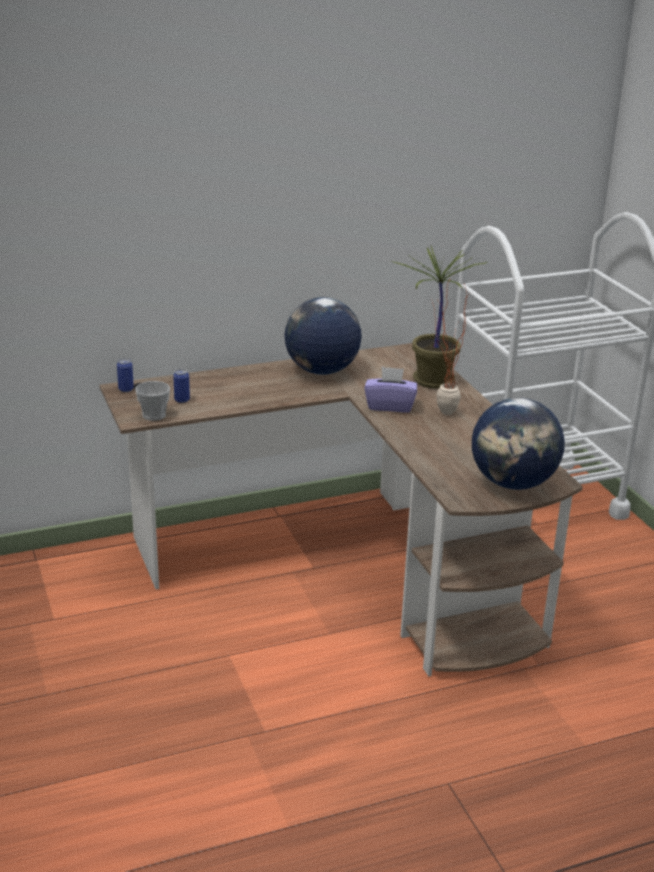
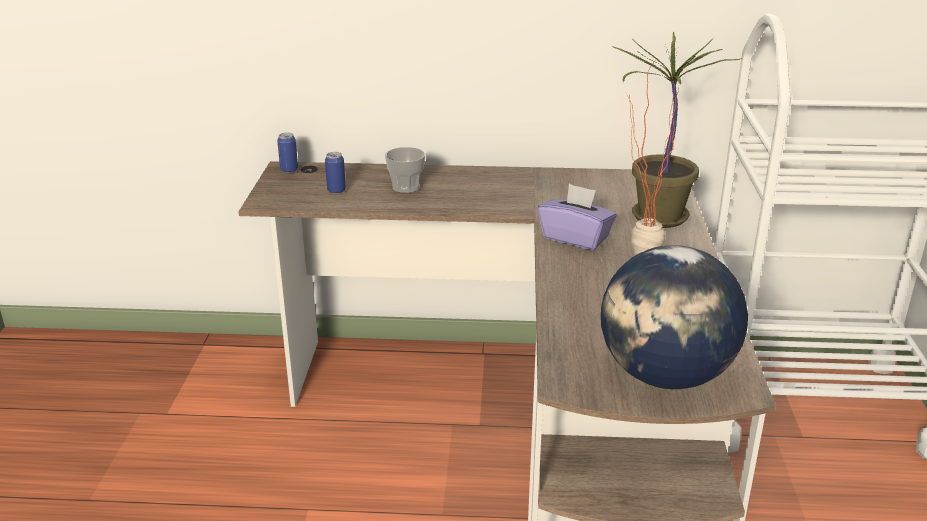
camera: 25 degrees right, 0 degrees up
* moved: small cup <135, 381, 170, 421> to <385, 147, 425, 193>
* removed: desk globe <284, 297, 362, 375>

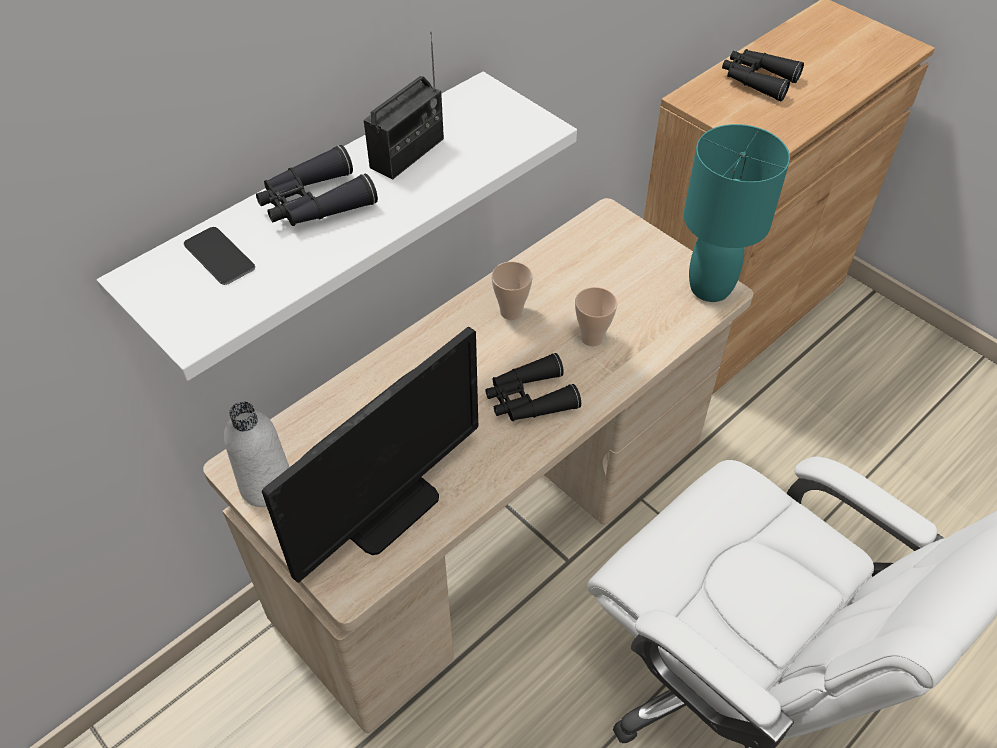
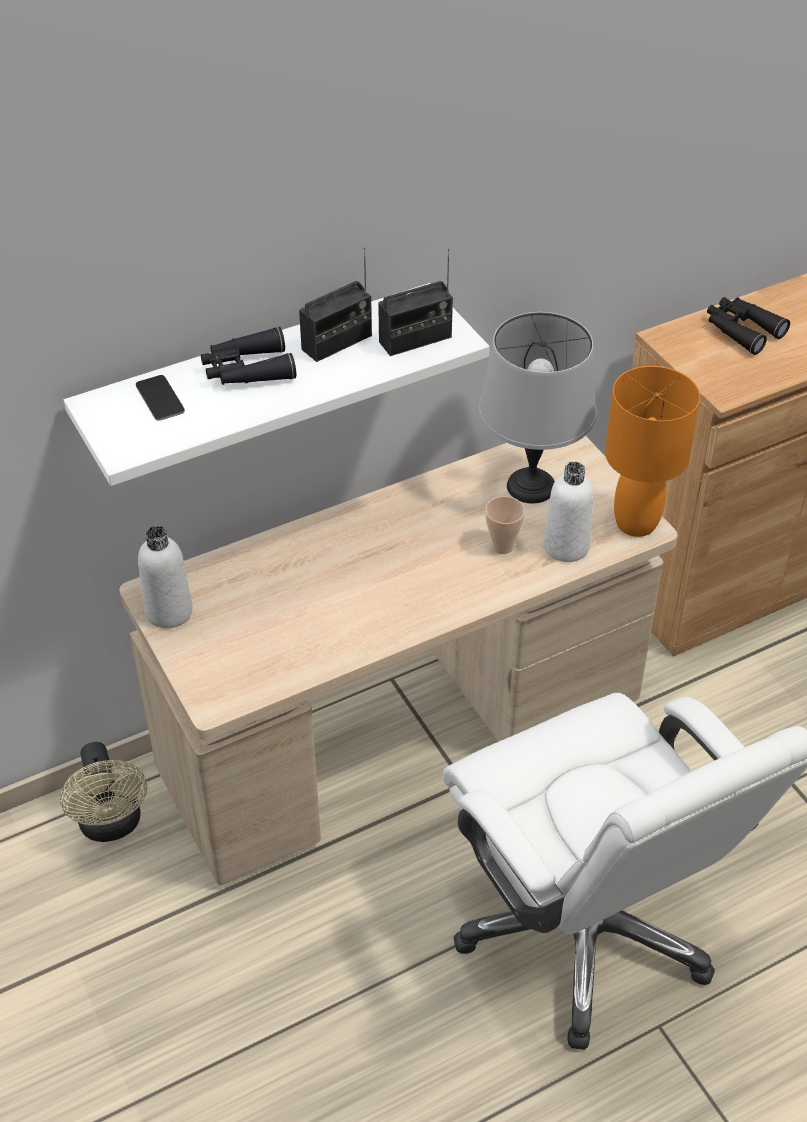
camera: 15 degrees right, 5 degrees down
* removed: computer screen <262, 327, 478, 583>
* removed: black pair of binoculars <485, 353, 581, 421>
* removed: small cup <491, 261, 533, 320>
* recoloured: blue-green tabletop lamp <684, 124, 790, 302> to orangey tabletop lamp <605, 366, 700, 537>
* added: beige electric fan <60, 742, 147, 842>
* added: radio receiver <378, 249, 453, 356>
* added: gray tabletop lamp <479, 312, 596, 504>
* added: whitish drink bottle <544, 462, 594, 562>

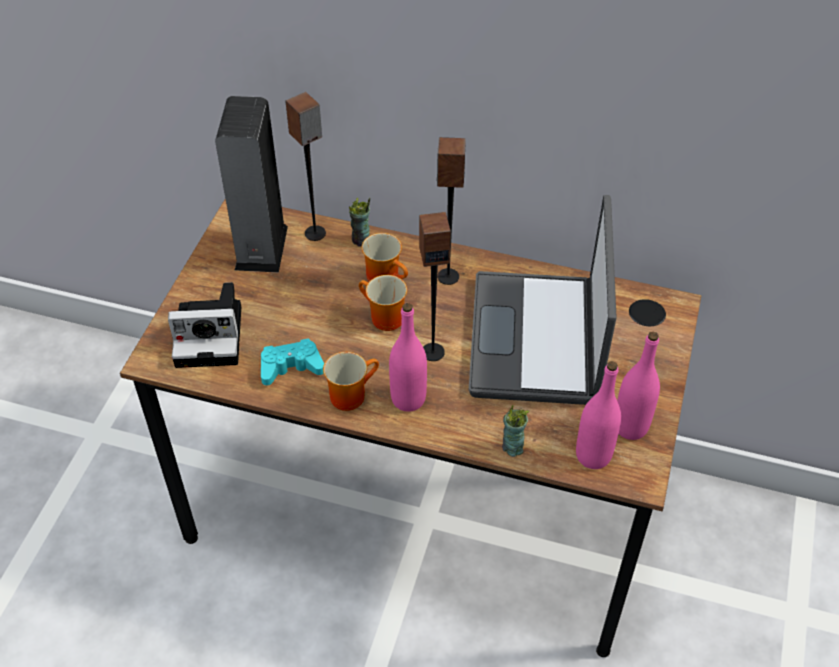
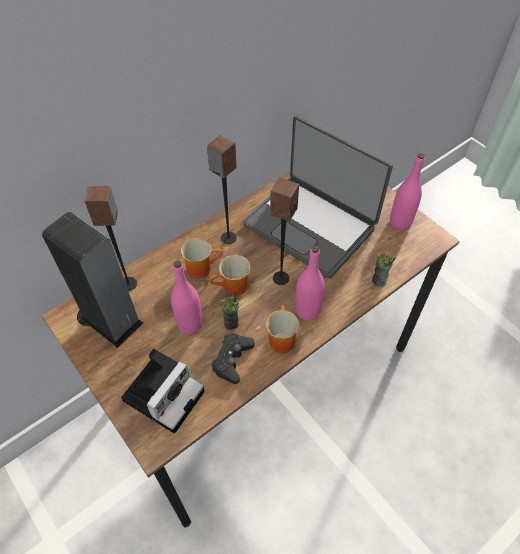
camera: 55 degrees left, 5 degrees up
* recoloured: blue-green gamepad <261, 338, 324, 385> to black gamepad <212, 333, 255, 384>
* moved: small cup <349, 197, 370, 246> to <221, 291, 239, 330>
* moved: pink drink bottle <576, 361, 621, 469> to <171, 260, 203, 334>

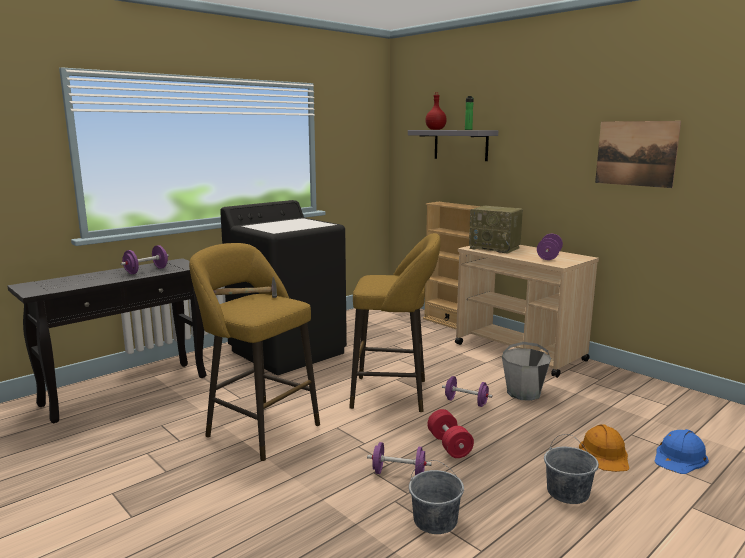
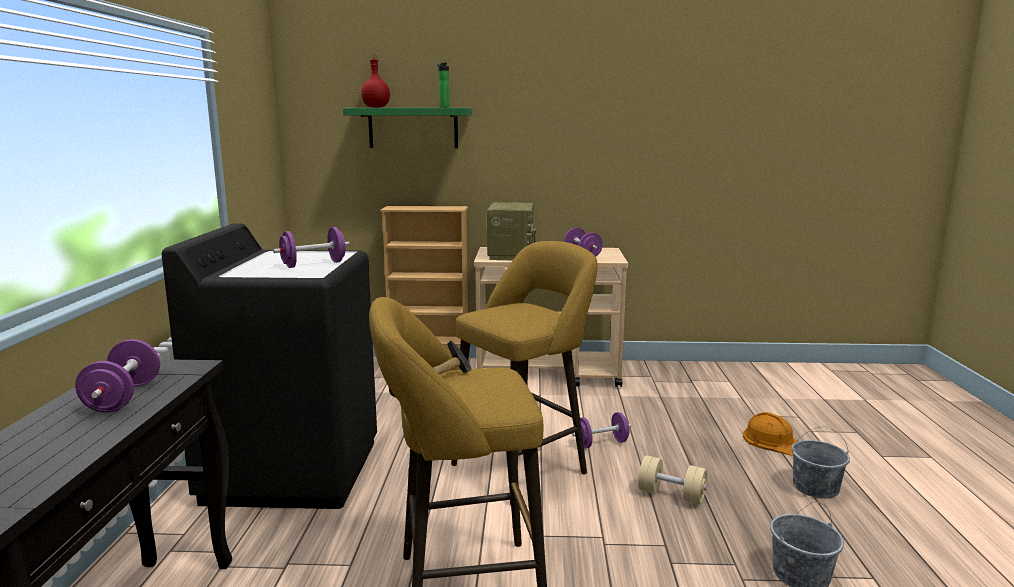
camera: 45 degrees left, 0 degrees up
* moved: purple-coloured free weight <367, 442, 432, 475> to <273, 227, 350, 268>
* recoloured: gray bracket shelf <408, 130, 498, 161> to green-coloured bracket shelf <343, 108, 472, 148>
* recoloured: red free weight <427, 409, 474, 458> to beige free weight <638, 455, 707, 505>
* turned: radio receiver <469, 206, 523, 254> = <487, 202, 536, 260> 75 degrees counterclockwise
* removed: gray bucket <502, 342, 551, 401>
* removed: picture <595, 121, 681, 188>
* removed: blue work helmet <655, 429, 709, 474>

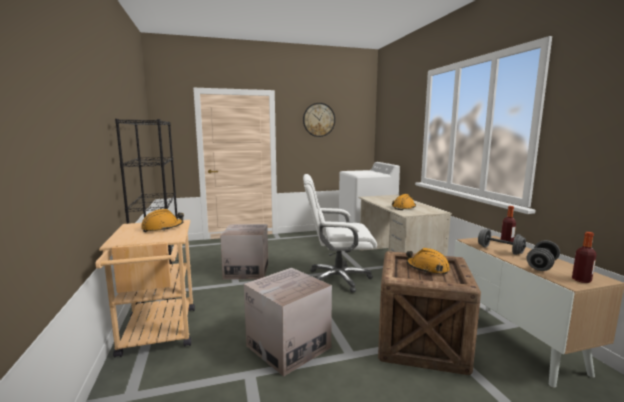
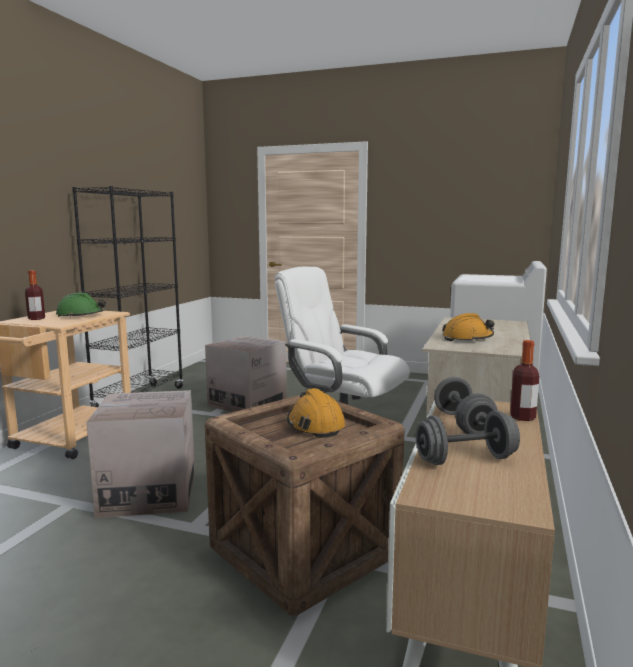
camera: 35 degrees right, 0 degrees up
* recoloured: orangey work helmet <141, 209, 184, 232> to green-coloured work helmet <56, 293, 106, 317>
* removed: clock on the wall <303, 103, 335, 137>
* moved: drink bottle <572, 232, 597, 283> to <25, 270, 45, 320>

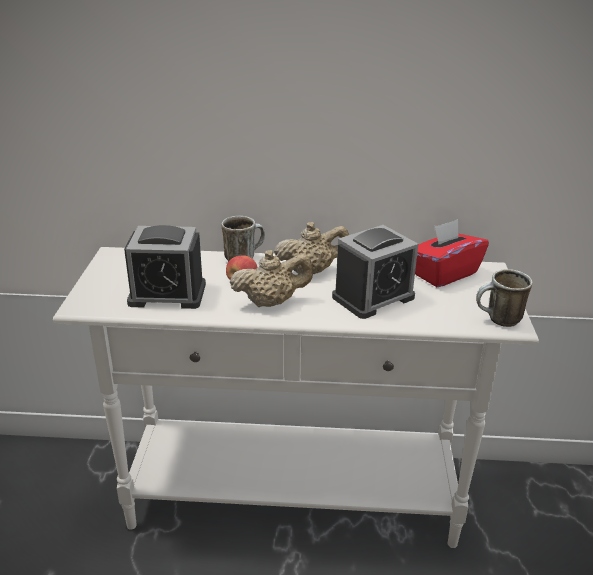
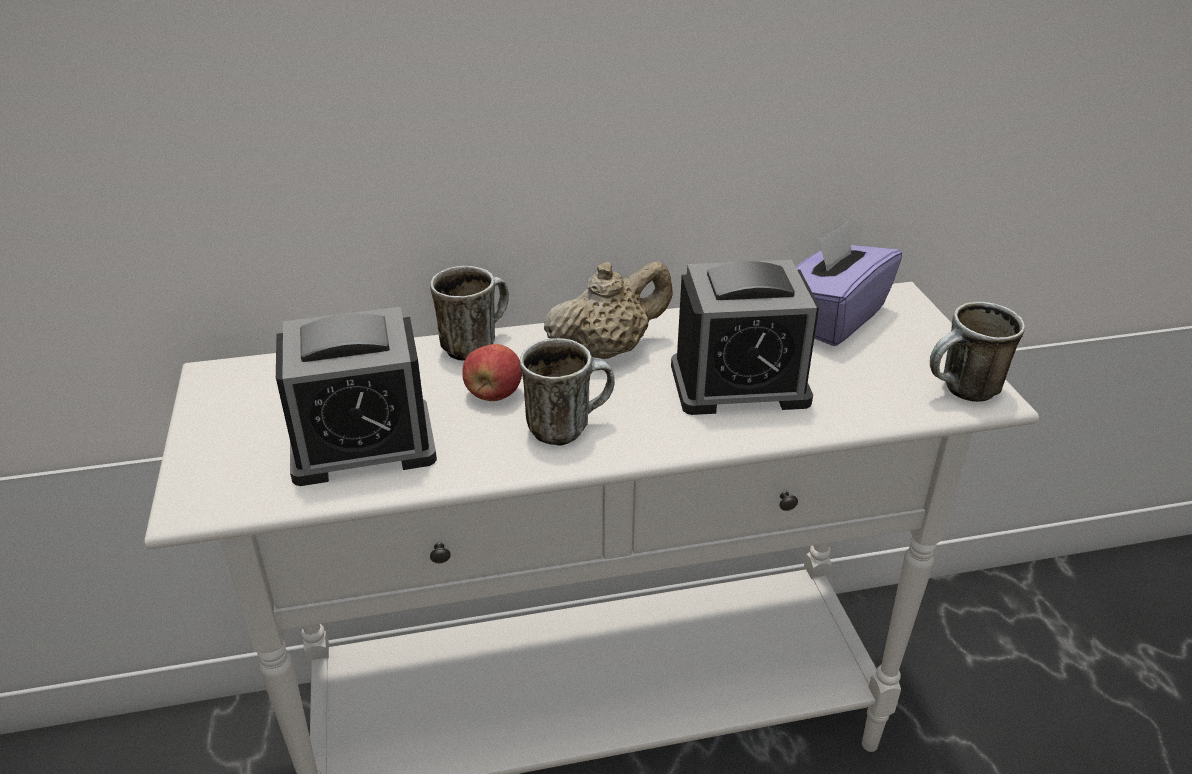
camera: 15 degrees left, 5 degrees up
* replaced: beige pot for tea <230, 250, 313, 307> to coffee mug <520, 338, 615, 445>
* turned: table clock <332, 225, 418, 319> = <671, 260, 819, 415> 45 degrees clockwise
* recoloured: red tissue box <415, 219, 489, 287> to purple-coloured tissue box <796, 221, 902, 346>

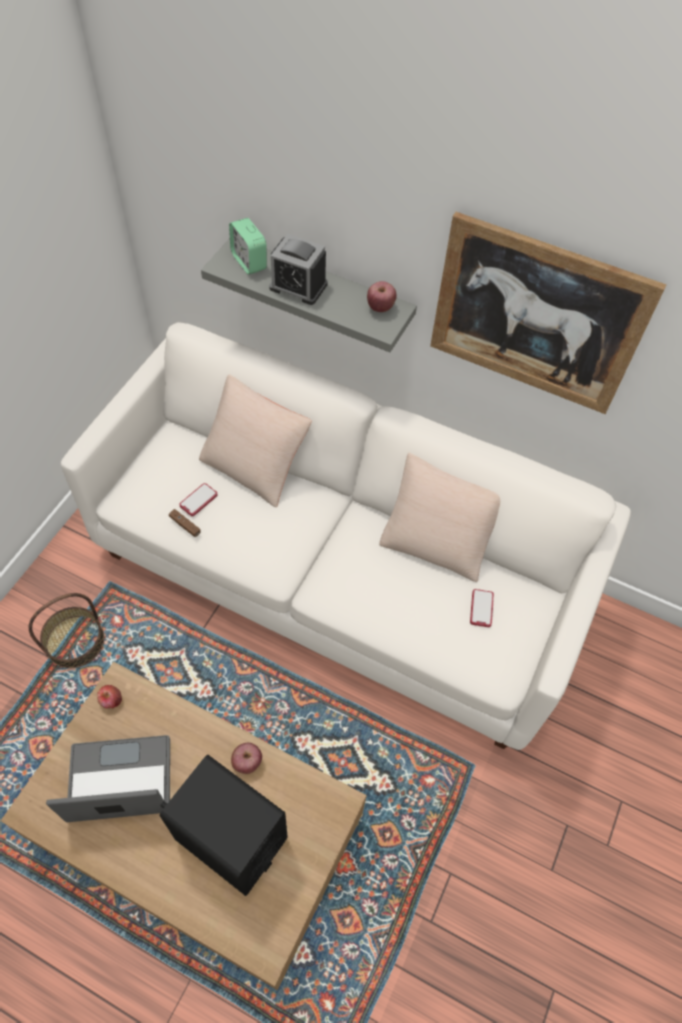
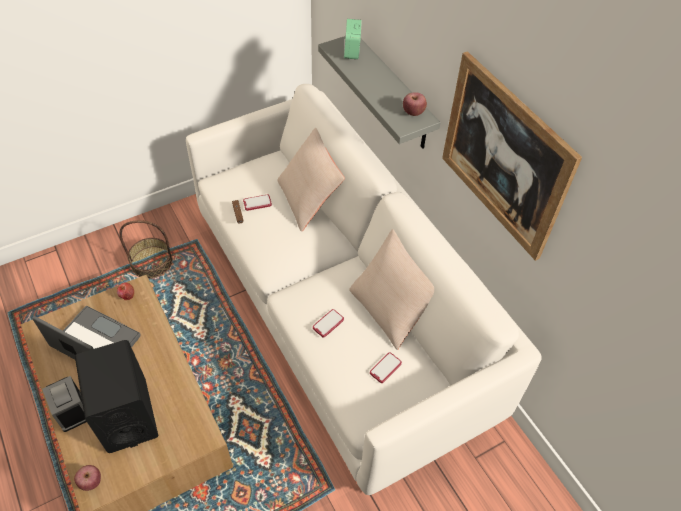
camera: 35 degrees right, 5 degrees down
* moved: apple <231, 743, 262, 774> to <74, 465, 101, 491>
* moved: table clock <269, 234, 327, 305> to <42, 376, 87, 432>
* added: phone <313, 309, 344, 337>

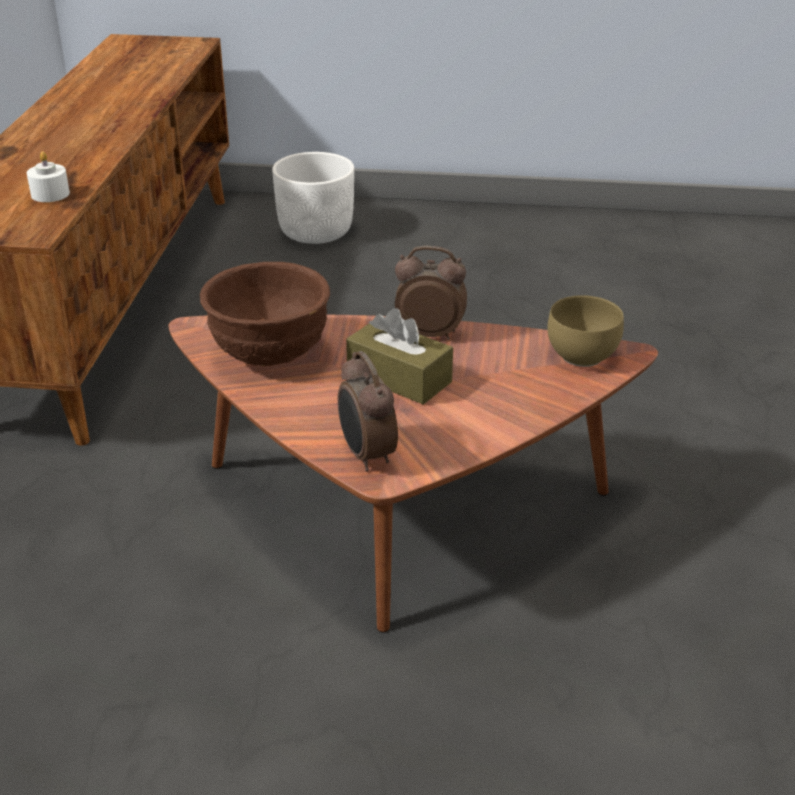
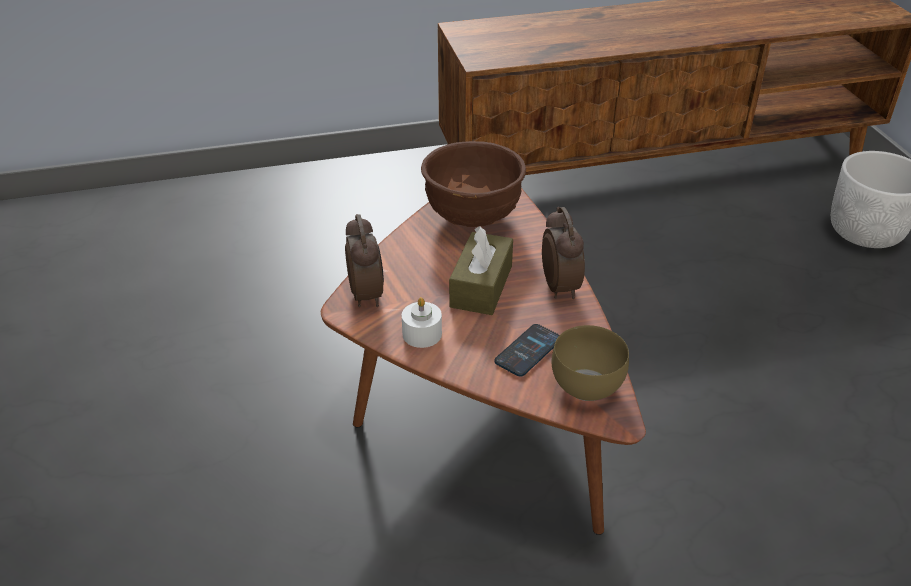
camera: 70 degrees right, 5 degrees up
* moved: whitish wax candle <27, 151, 70, 202> to <402, 297, 442, 348>
* turned: table clock <337, 351, 398, 472> = <345, 214, 384, 307> 120 degrees clockwise
* added: phone <495, 324, 559, 377>

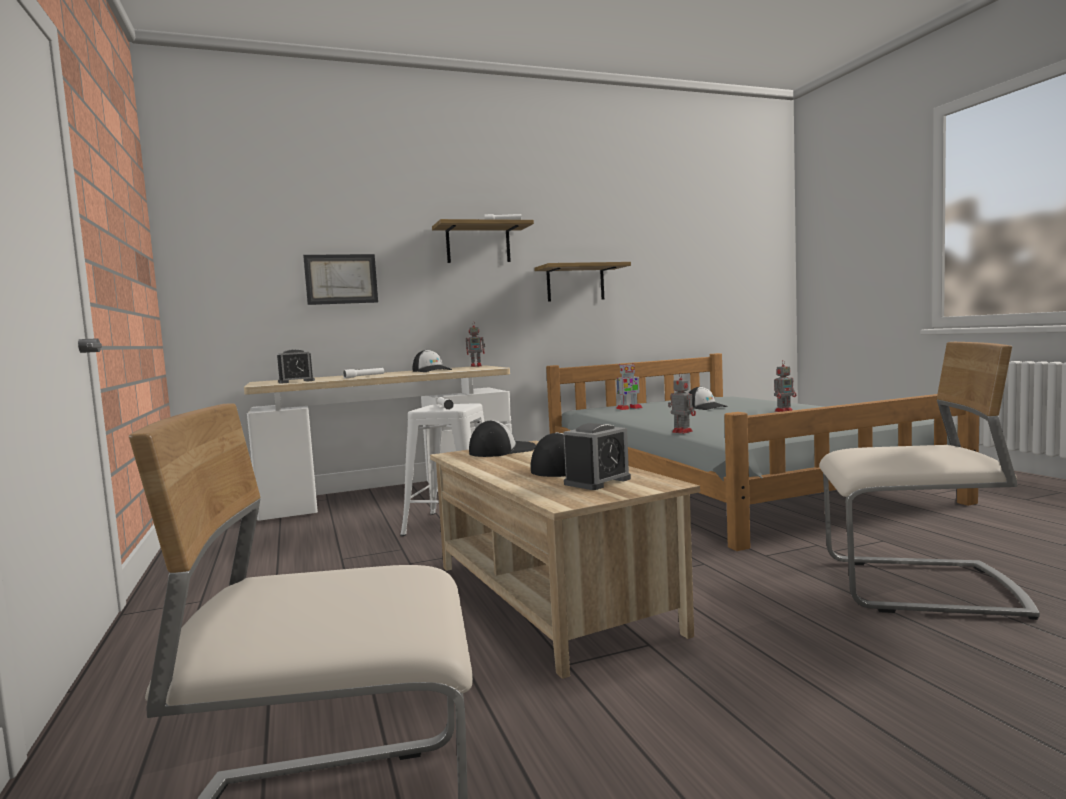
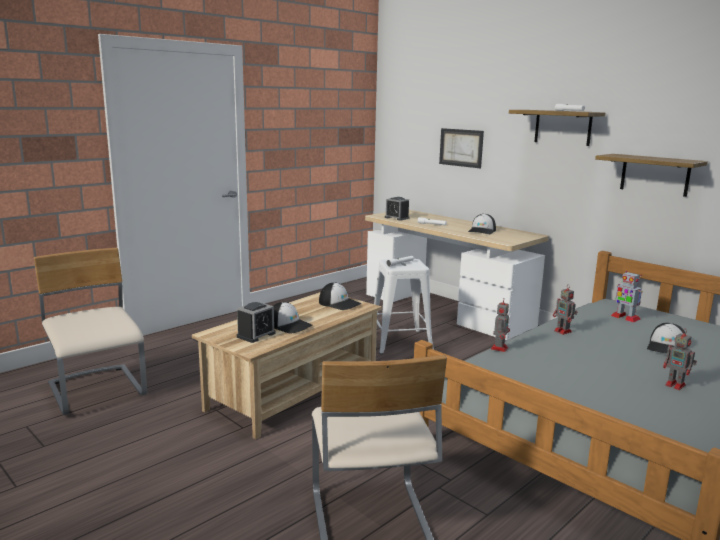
camera: 65 degrees right, 10 degrees up
* moved: toy robot <466, 321, 485, 367> to <553, 284, 577, 335>
* turned: table clock <564, 423, 631, 490> = <237, 302, 276, 343> 75 degrees counterclockwise

